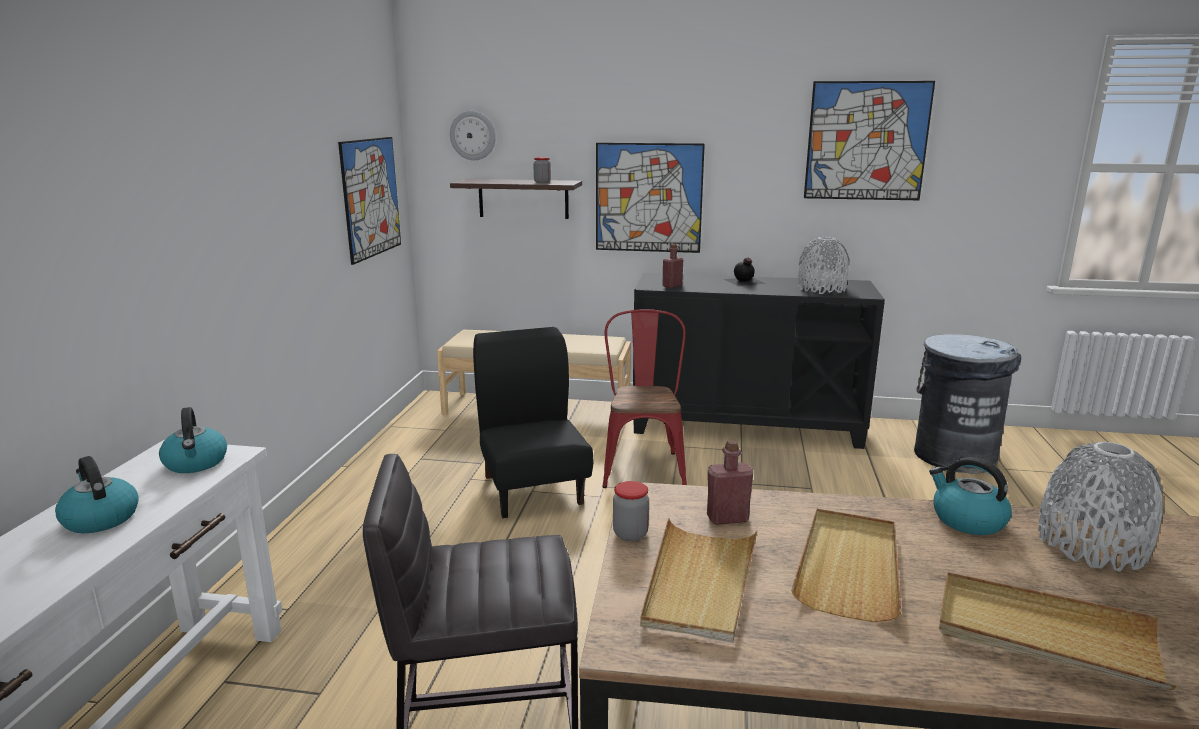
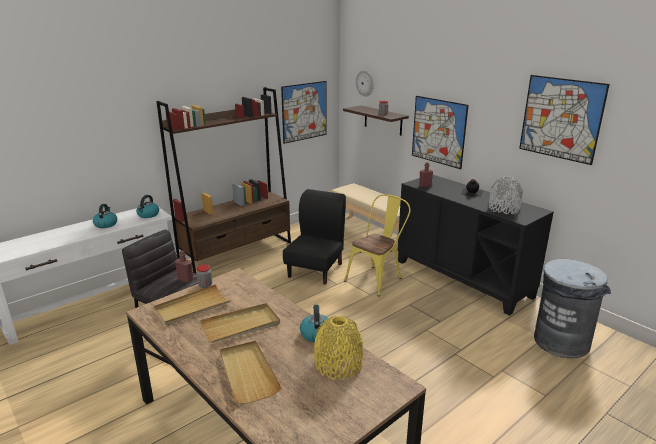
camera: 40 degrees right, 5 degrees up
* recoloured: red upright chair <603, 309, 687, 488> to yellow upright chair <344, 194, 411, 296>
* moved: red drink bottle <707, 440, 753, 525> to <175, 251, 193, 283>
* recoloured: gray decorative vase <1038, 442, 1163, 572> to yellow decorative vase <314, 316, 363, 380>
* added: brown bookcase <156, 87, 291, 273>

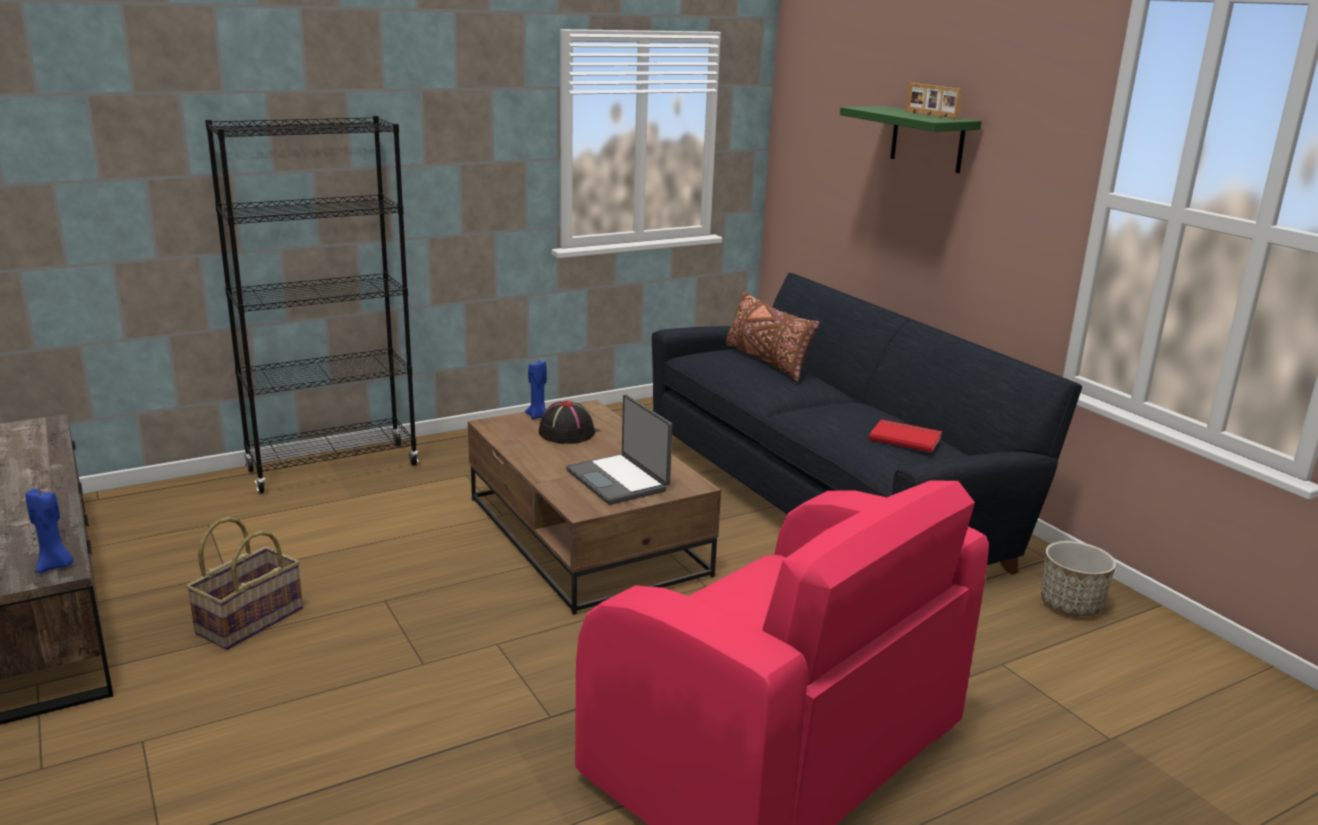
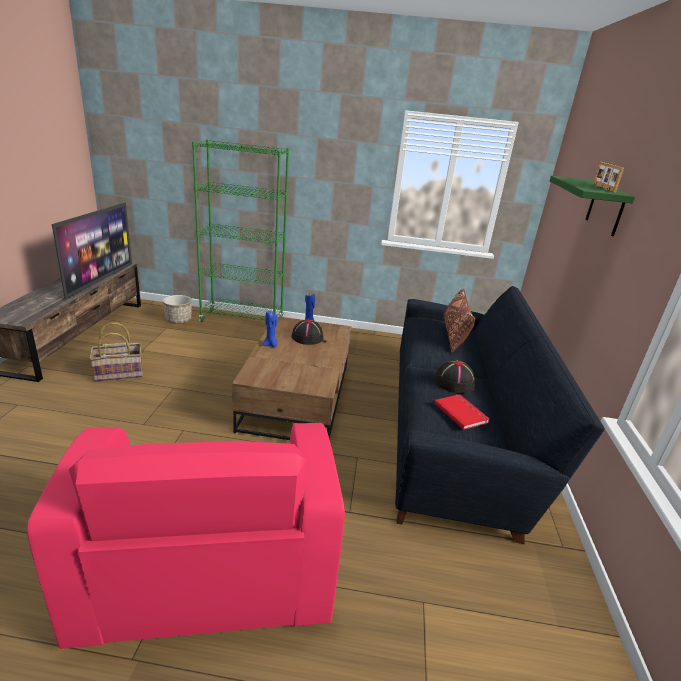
camera: 35 degrees right, 5 degrees up
* moved: blue wax candle <25, 488, 73, 573> to <262, 311, 278, 347>
* recoloured: black bookcase <205, 116, 419, 494> to green-coloured bookcase <192, 139, 289, 322>
* removed: laptop <566, 394, 672, 505>
* moved: flower pot <1041, 541, 1116, 616> to <163, 295, 192, 324>
* added: TV <52, 203, 132, 299>
* added: black wearable hat <434, 360, 475, 394>

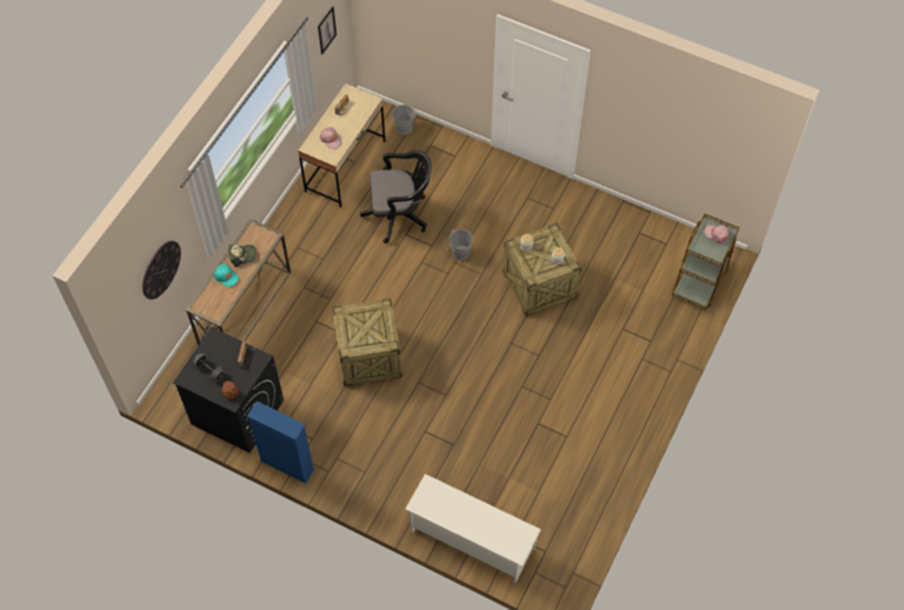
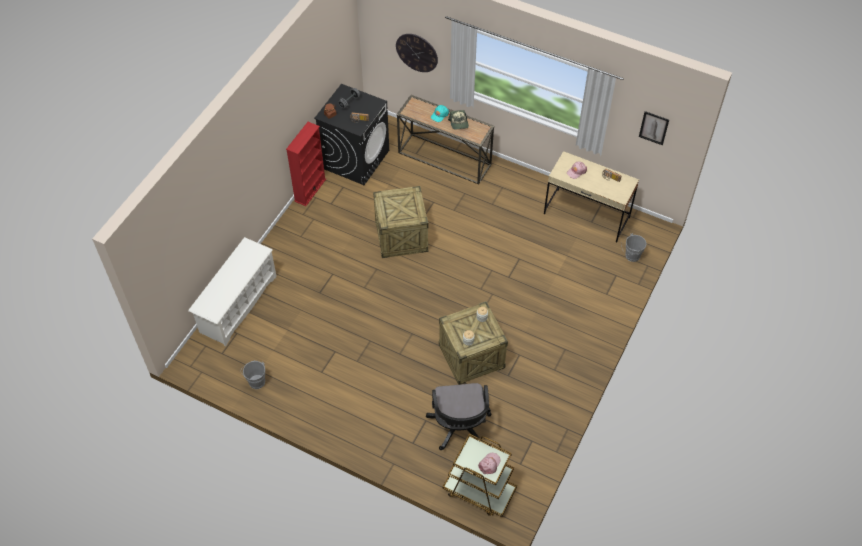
camera: 90 degrees right, 5 degrees down
* recoloured: blue bookcase <247, 401, 315, 483> to red bookcase <286, 122, 326, 206>
* moved: black office chair <360, 150, 432, 243> to <426, 383, 492, 450>
* moved: gray bucket <445, 229, 473, 260> to <243, 360, 265, 389>

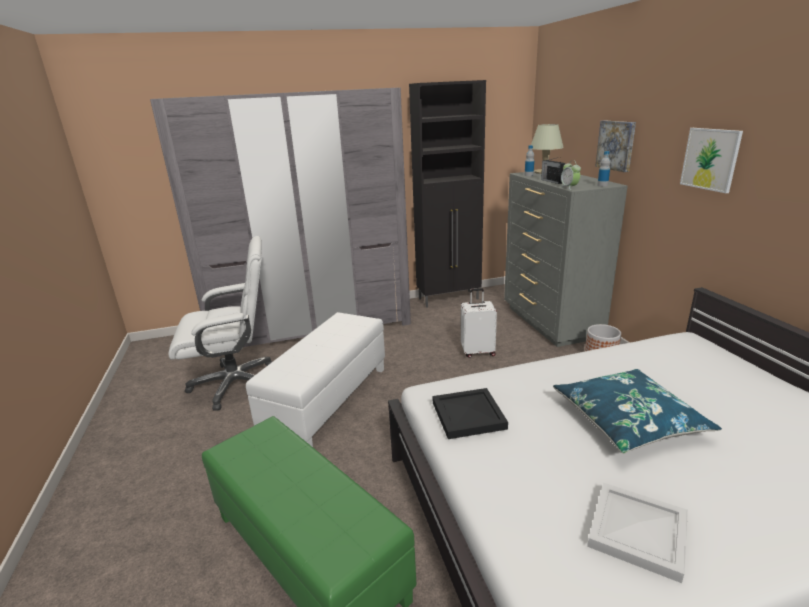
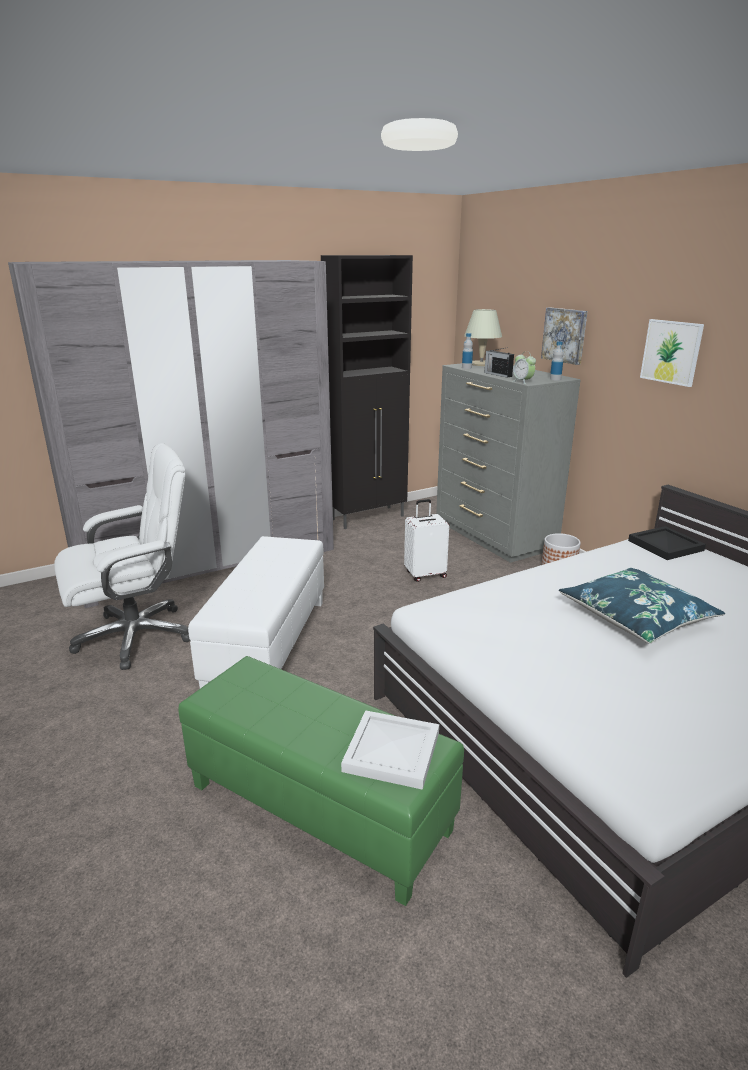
camera: 15 degrees left, 0 degrees up
* moved: black serving tray <433, 388, 508, 439> to <628, 526, 706, 560>
* moved: whitish serving tray <587, 483, 688, 583> to <341, 710, 439, 790>

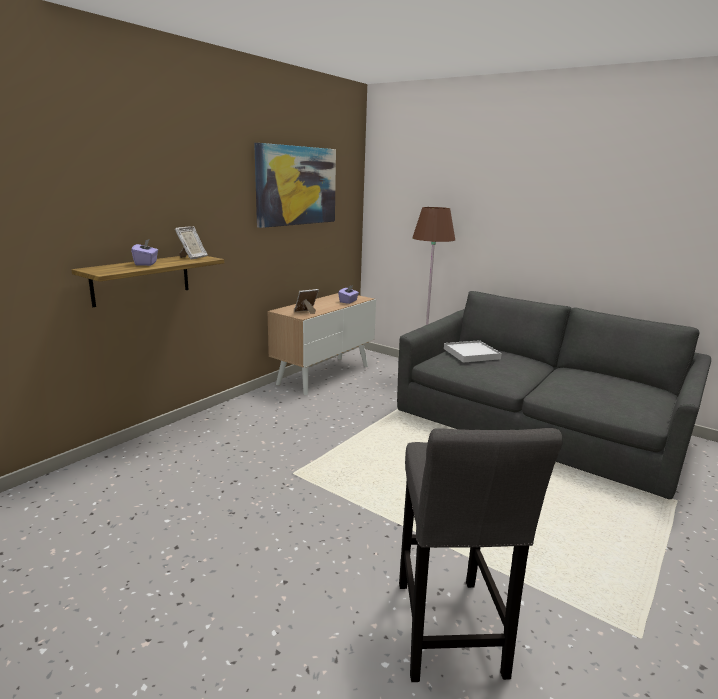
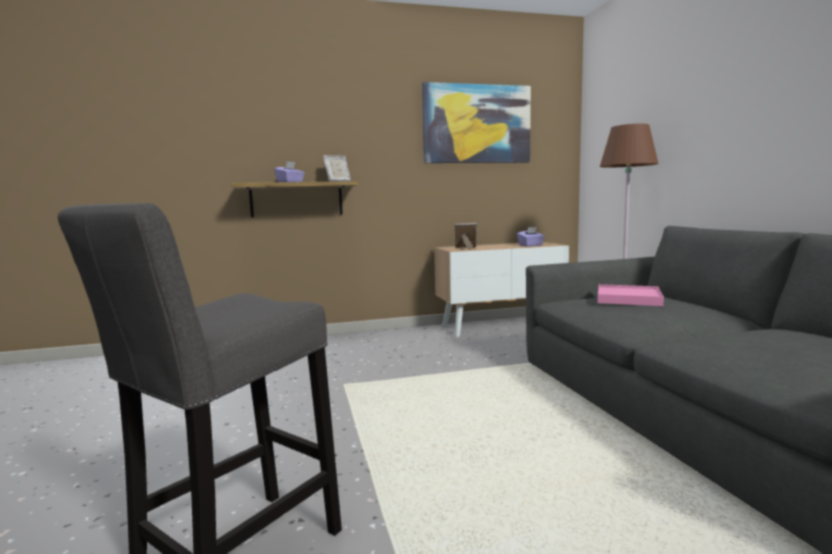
camera: 40 degrees right, 10 degrees down
* recoloured: whitish serving tray <444, 340, 502, 363> to pink serving tray <598, 284, 664, 306>

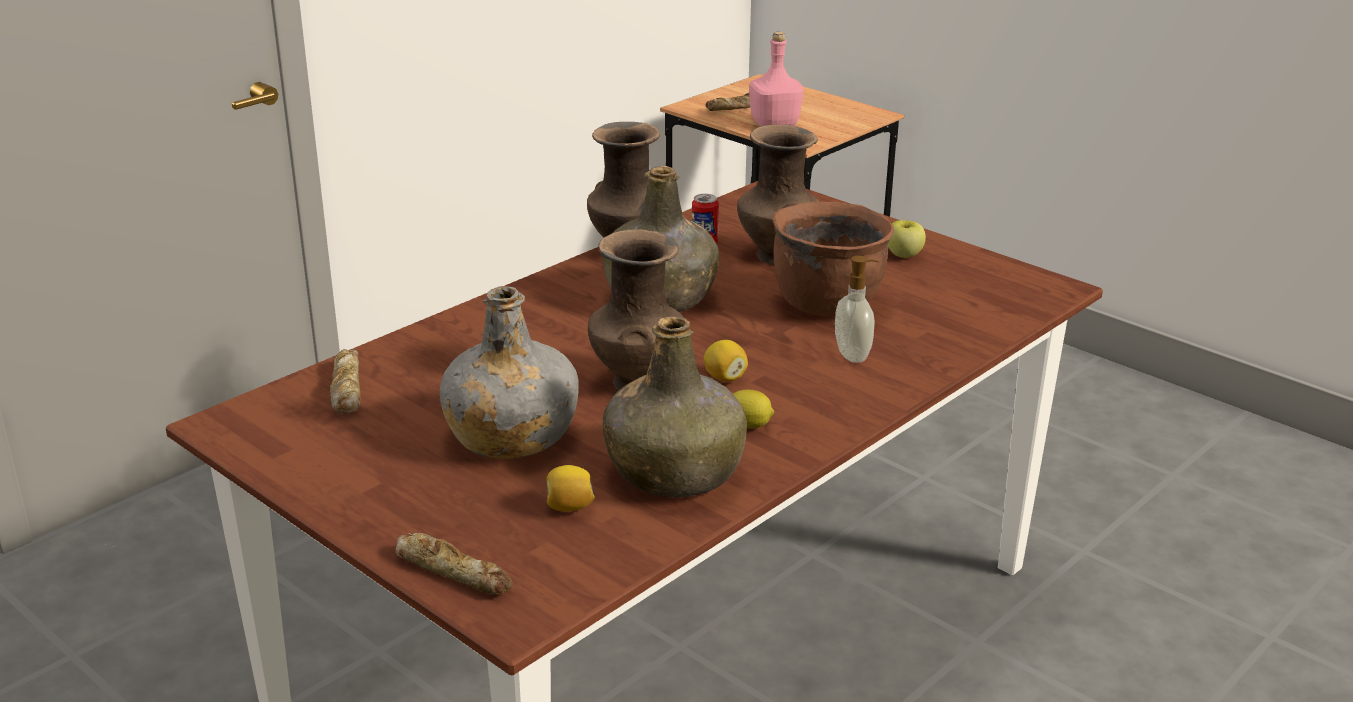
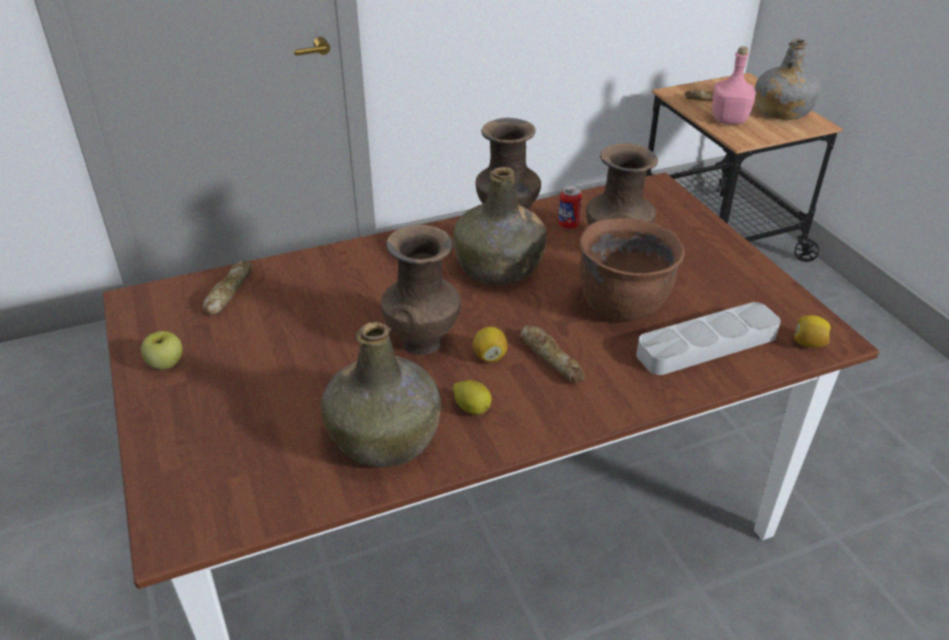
camera: 25 degrees right, 10 degrees up
* moved: bakery bread <395, 533, 513, 595> to <520, 325, 585, 383>
* moved: gray drink bottle <440, 286, 579, 459> to <755, 38, 821, 120>
* moved: whole lemon <546, 465, 595, 512> to <794, 315, 831, 348>
* removed: soap bottle <835, 256, 879, 363>
* moved: apple <888, 220, 926, 258> to <141, 331, 182, 369>
* added: gray serving tray <636, 302, 781, 375>

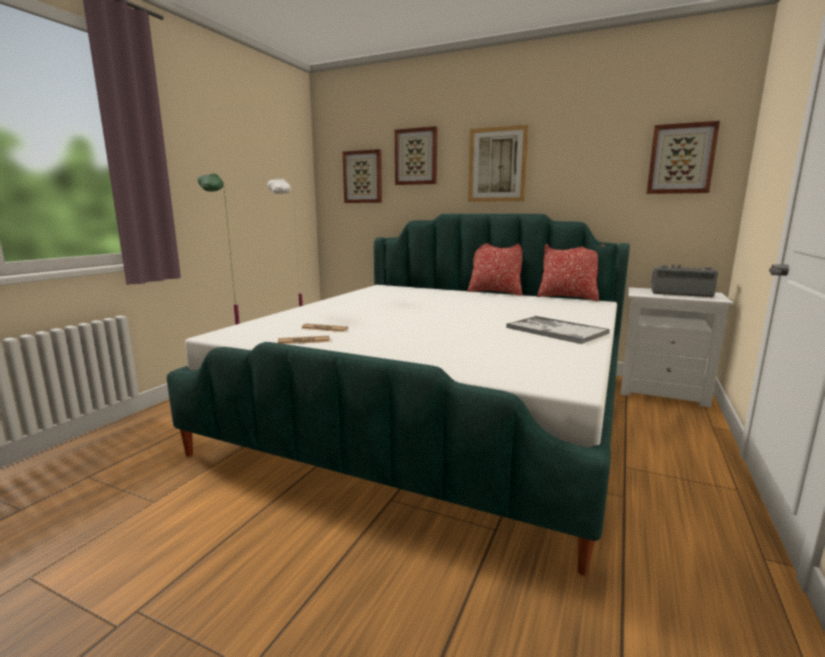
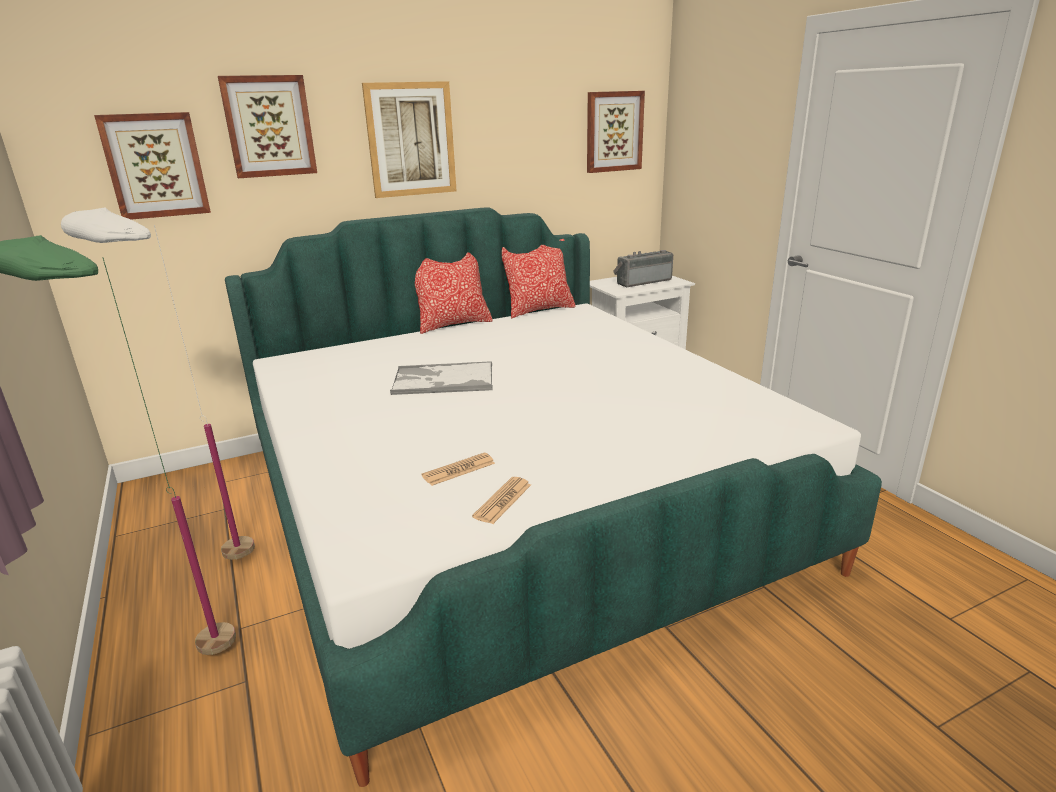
camera: 50 degrees left, 10 degrees up
* moved: serving tray <506, 316, 610, 344> to <390, 361, 493, 395>

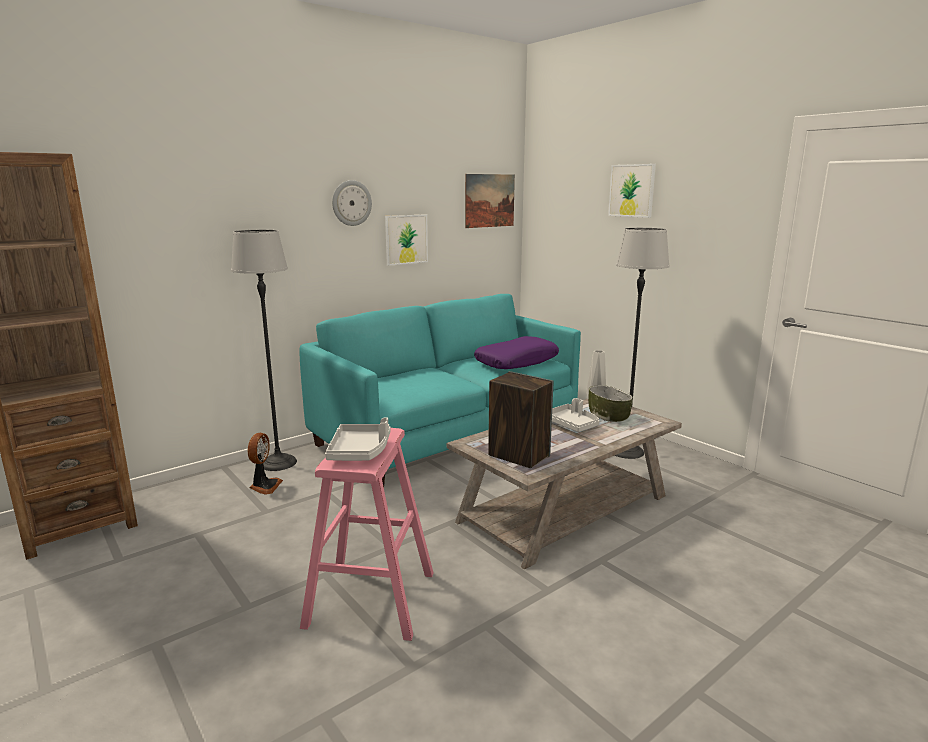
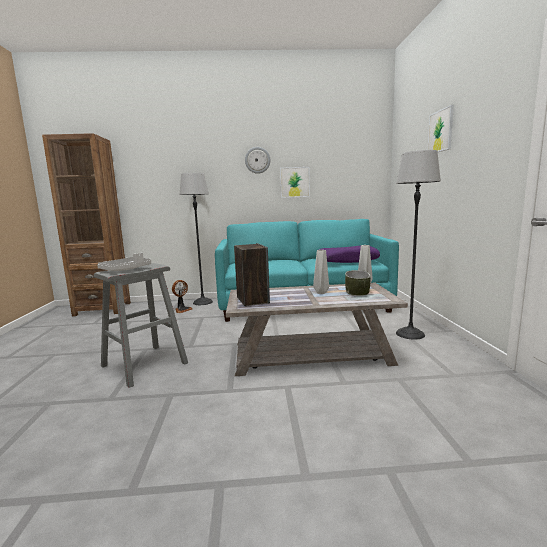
camera: 35 degrees right, 5 degrees down
* recoloured: pink stool seat <300, 428, 434, 641> to gray stool seat <94, 263, 188, 388>
* removed: picture <465, 174, 515, 228>
* replaced: gray serving tray <552, 398, 600, 432> to gray decorative vase <313, 250, 329, 294>

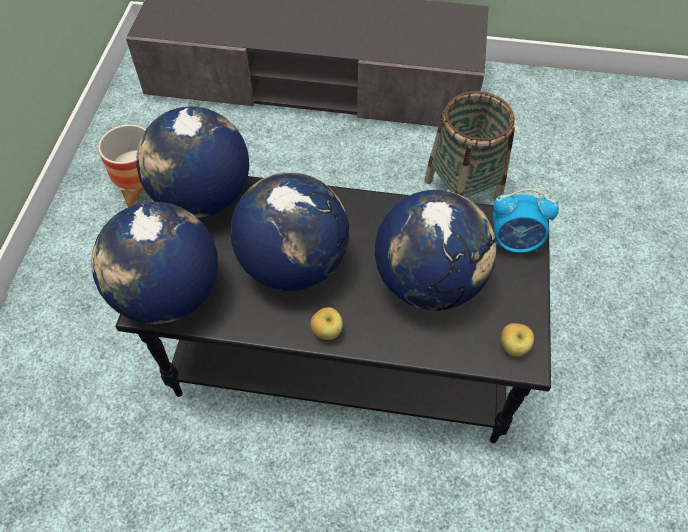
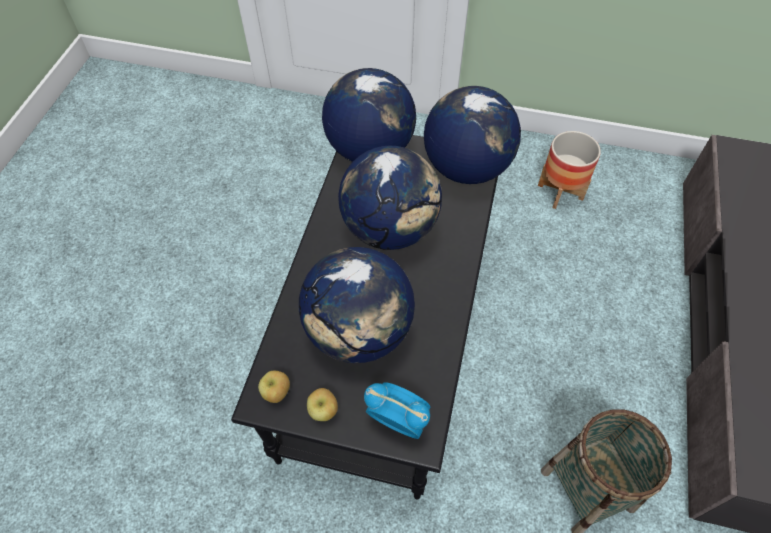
camera: 95 degrees right, 0 degrees up
* moved: apple <310, 307, 343, 340> to <307, 388, 338, 421>
* turned: table clock <493, 188, 559, 253> = <364, 382, 430, 439> 105 degrees clockwise

